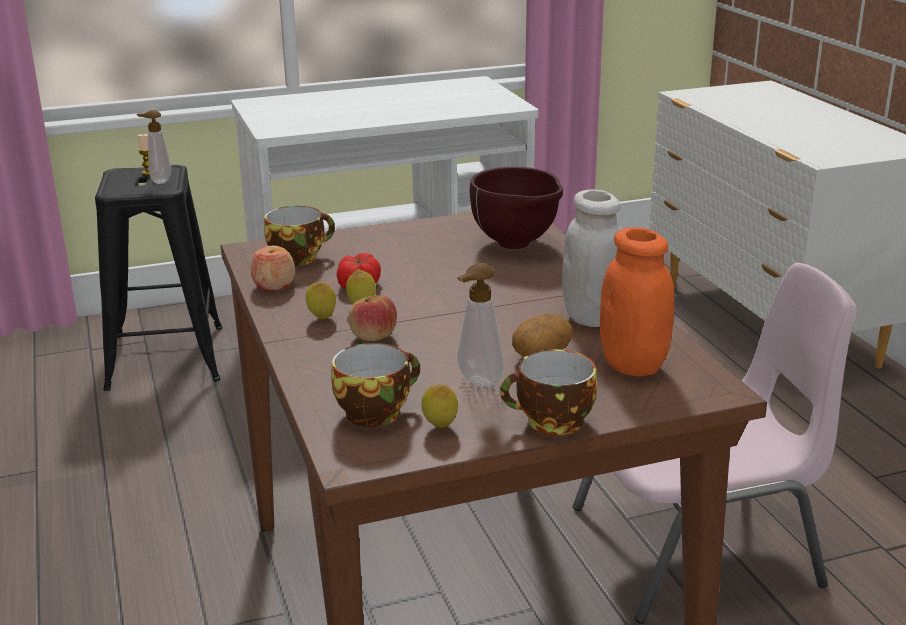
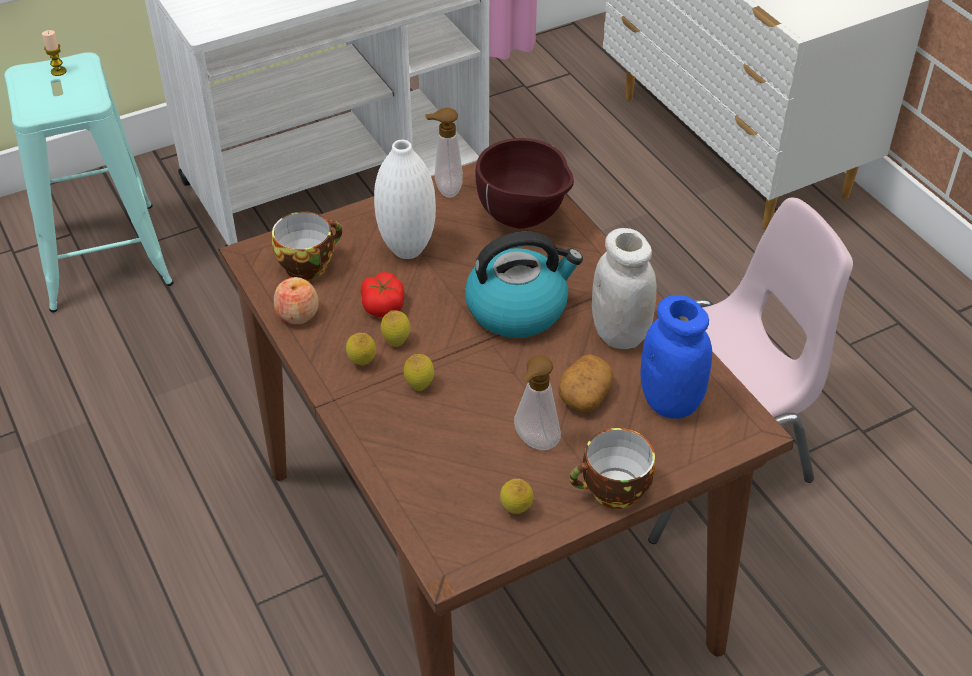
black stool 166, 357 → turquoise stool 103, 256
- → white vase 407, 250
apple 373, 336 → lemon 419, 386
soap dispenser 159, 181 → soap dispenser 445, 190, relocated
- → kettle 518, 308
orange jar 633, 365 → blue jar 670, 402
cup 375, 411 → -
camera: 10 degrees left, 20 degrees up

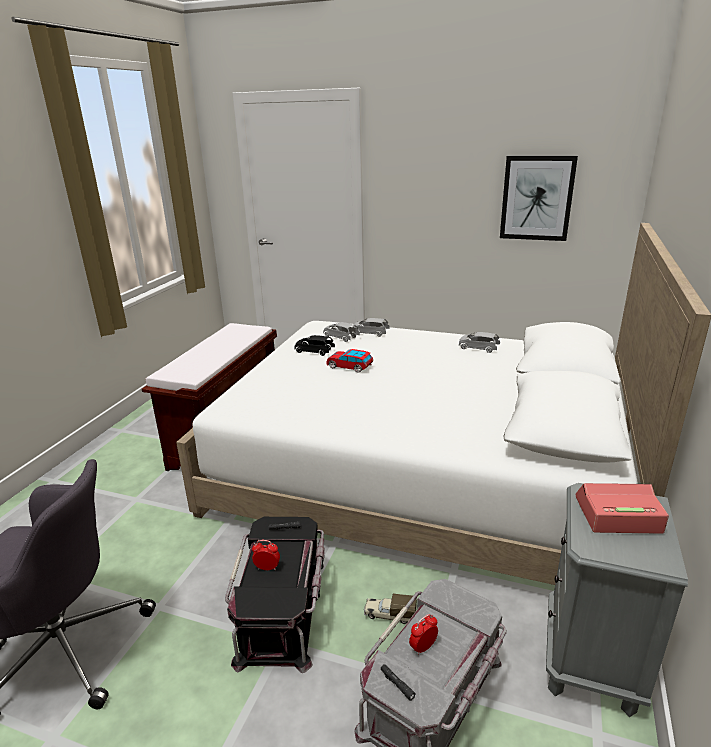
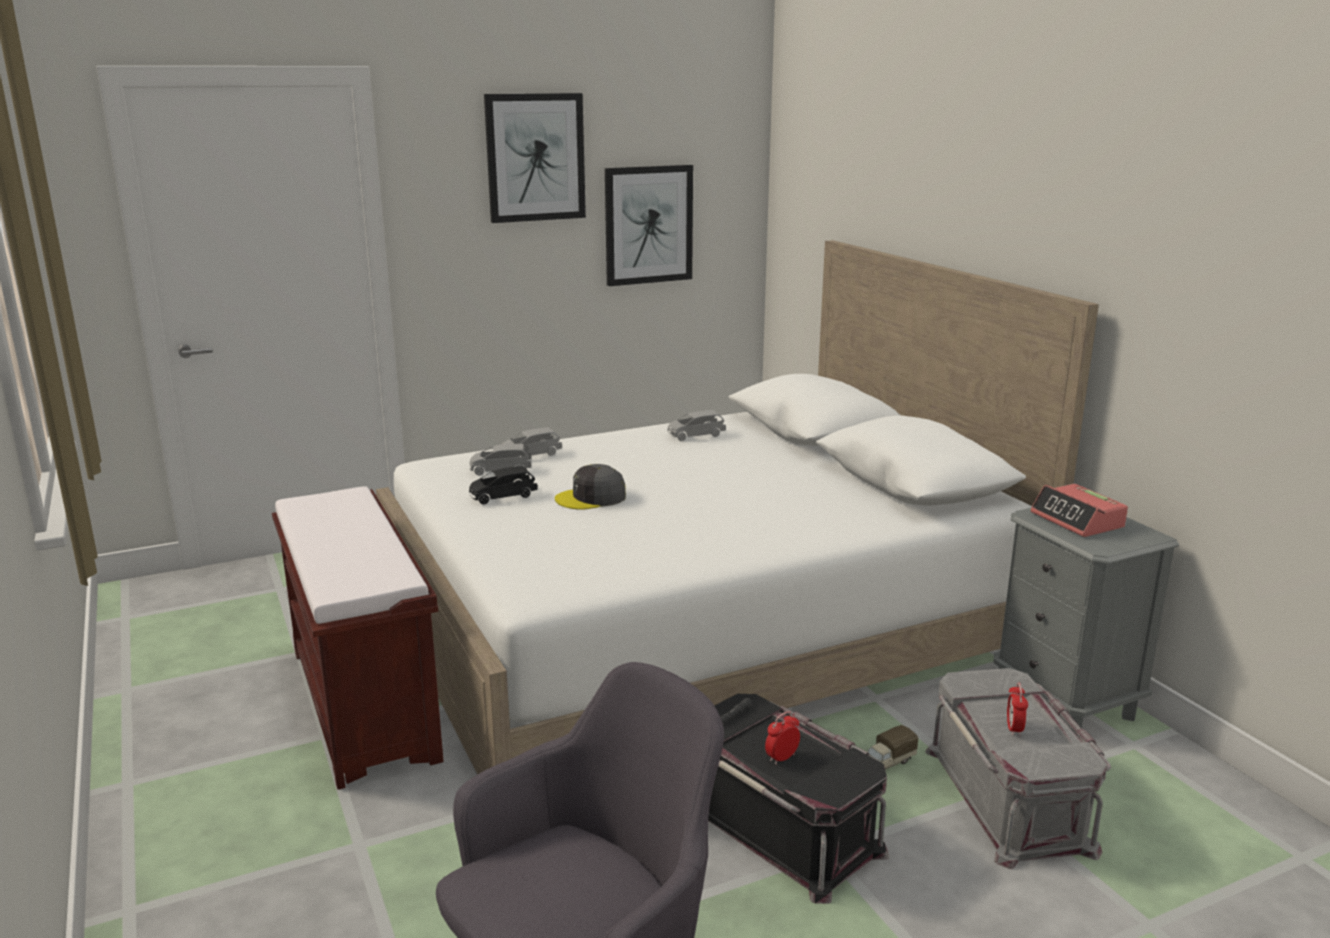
- → picture 535, 157
toy car 350, 367 → grey cap 591, 498
alarm clock 617, 515 → alarm clock 1077, 520, 75 degrees counterclockwise
black flashlight 397, 684 → -
camera: 45 degrees left, 5 degrees down

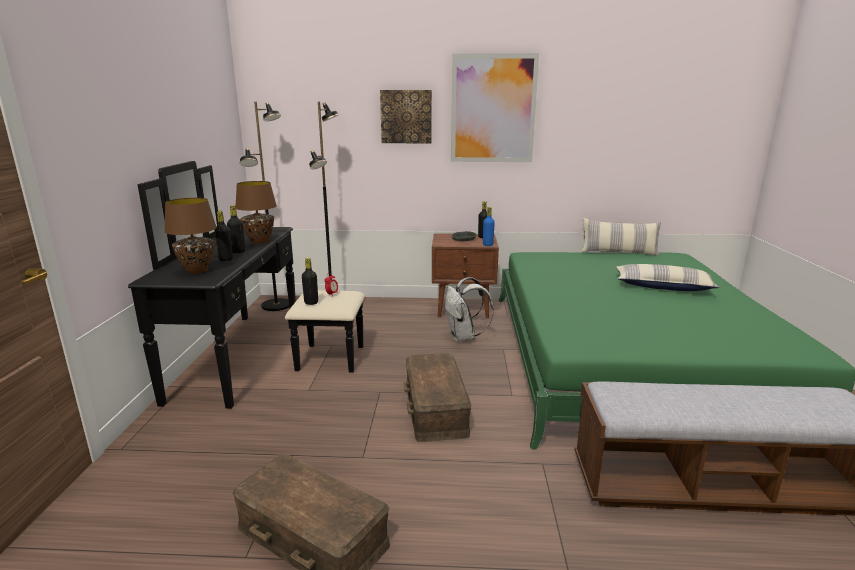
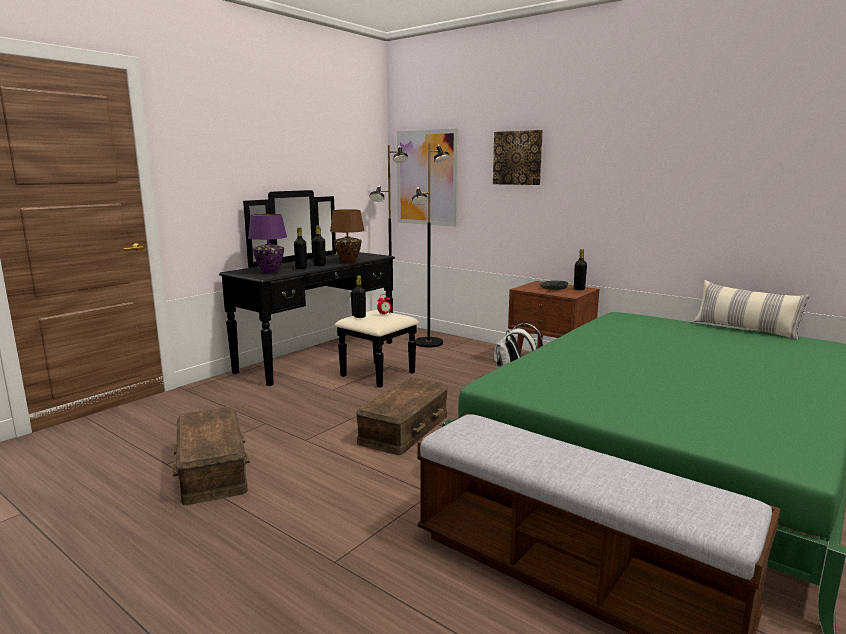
brown table lamp 196, 271 → purple table lamp 269, 271
picture 493, 109 → picture 427, 178, relocated
blue bottle 488, 245 → -
pillow 663, 286 → -
camera: 35 degrees right, 5 degrees down

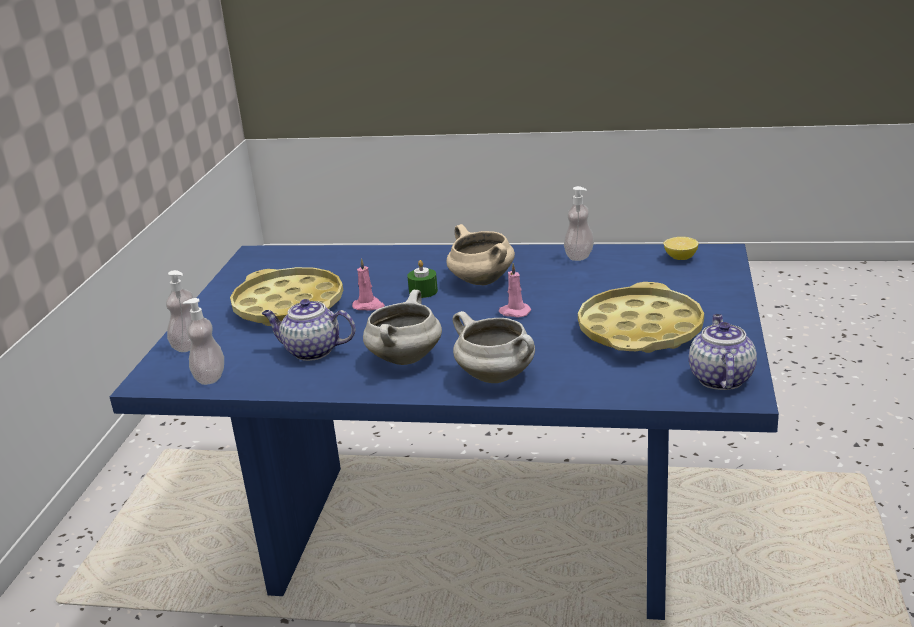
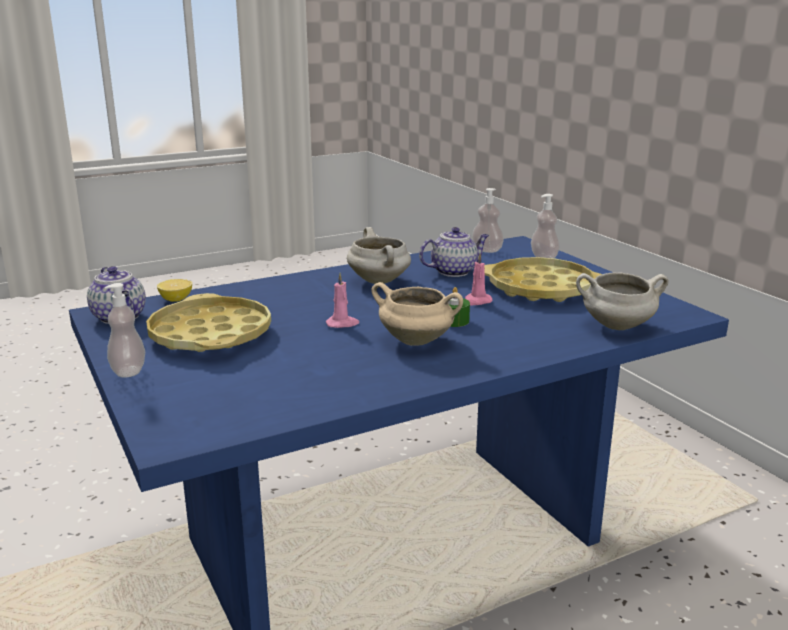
soap dispenser 579, 256 → soap dispenser 128, 371, relocated
lemon 680, 258 → lemon 176, 299, relocated
white cooking pot 497, 376 → white cooking pot 616, 326, relocated
camera: 140 degrees right, 5 degrees down

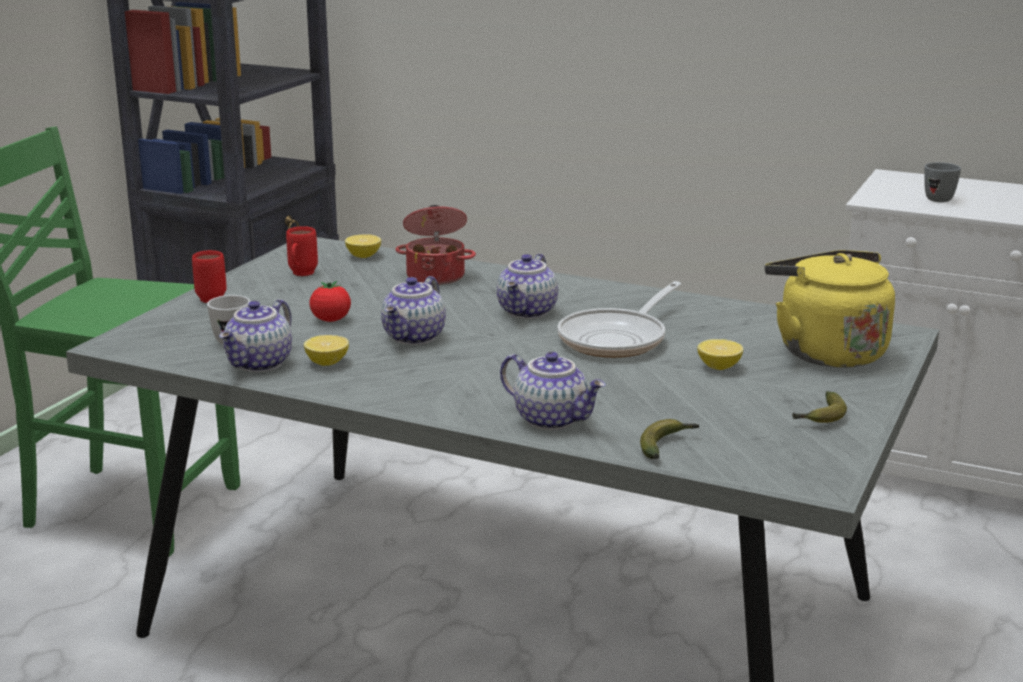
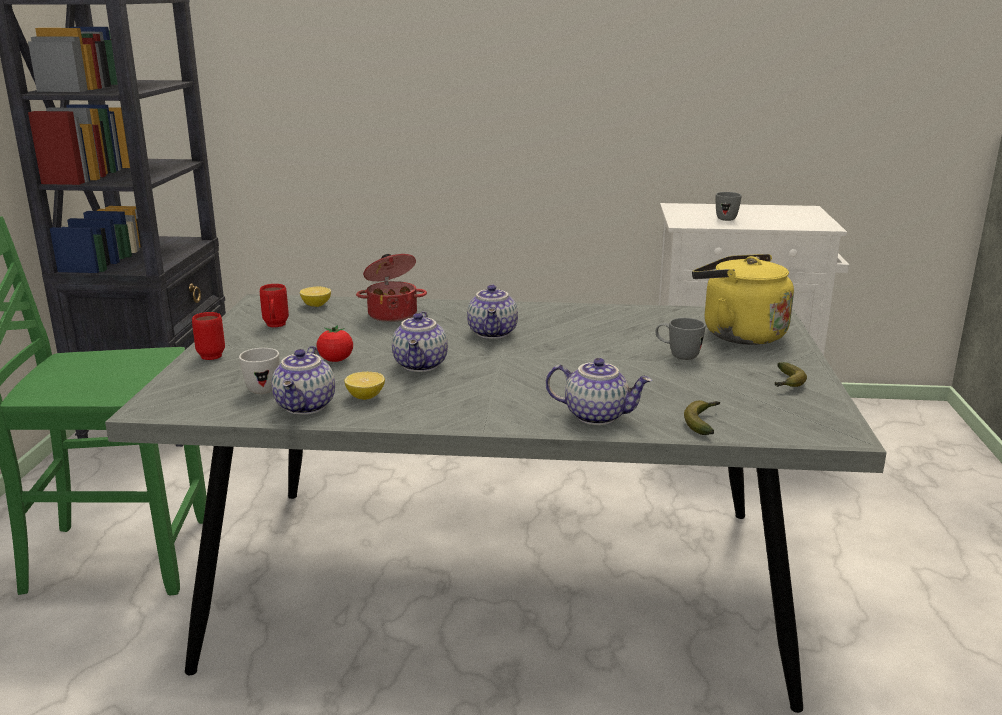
lemon 719, 367 → grey mug 677, 356
frying pan 617, 339 → -
camera: 20 degrees left, 0 degrees up

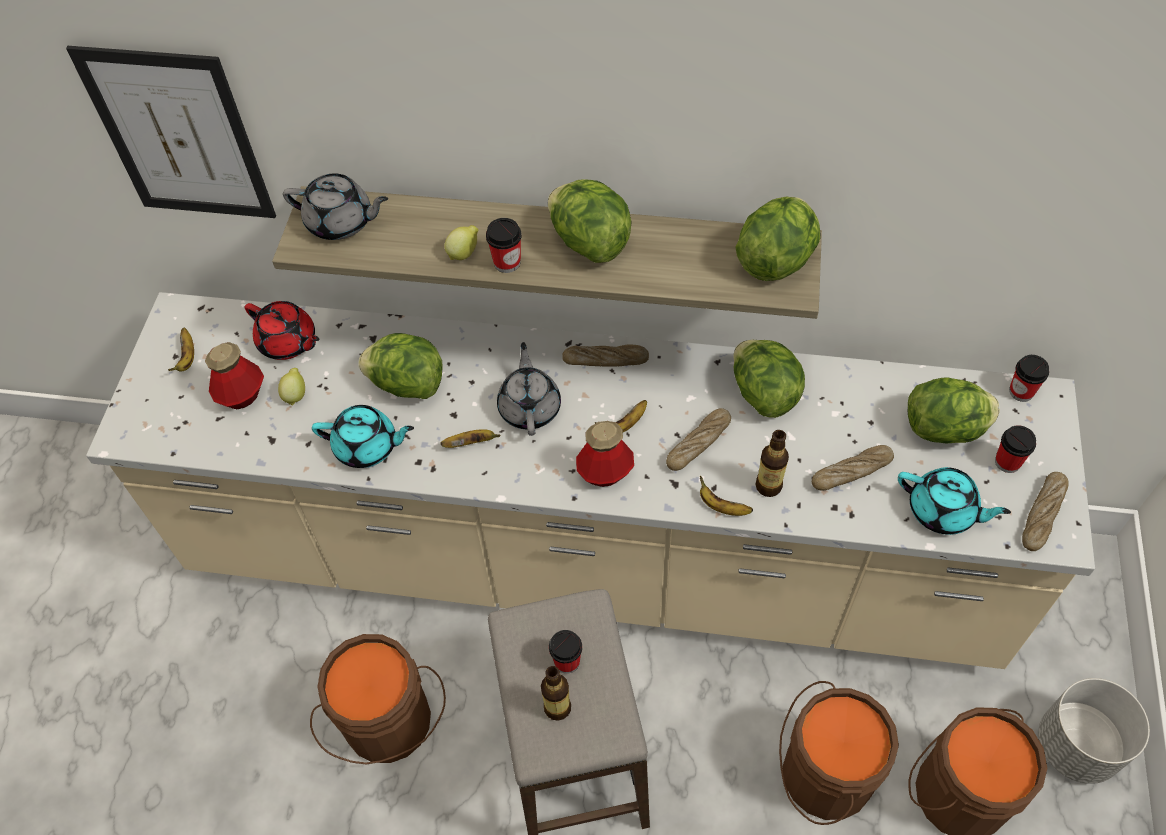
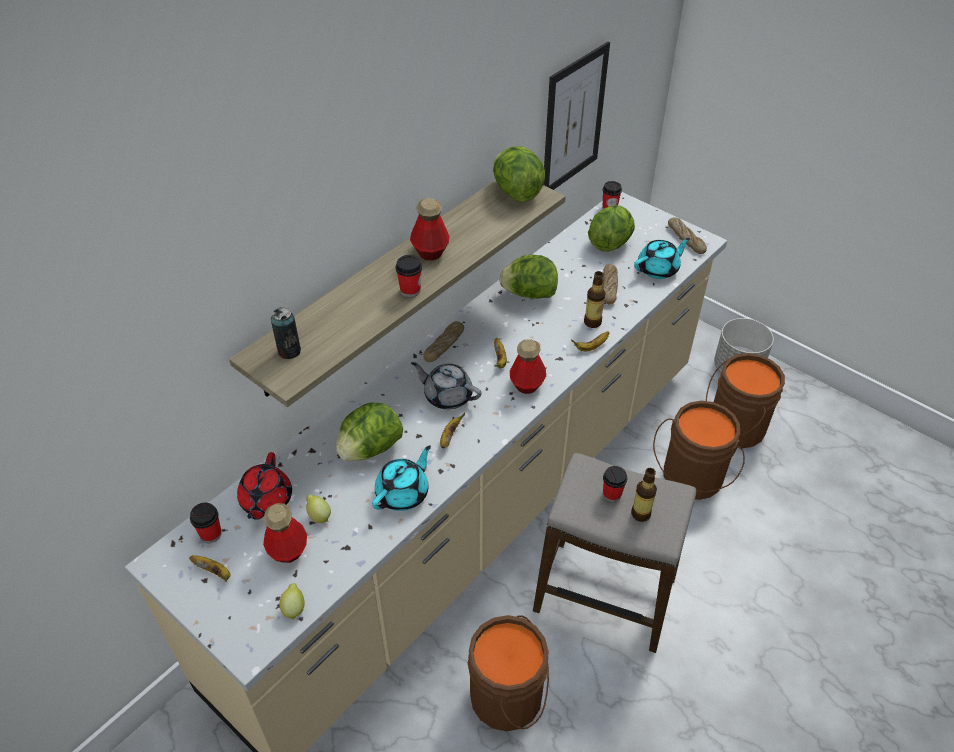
cup 1007, 462 → cup 211, 534, relocated
red teapot 288, 342 → red teapot 266, 500, 120 degrees clockwise
grey teapot 341, 222 → can 289, 351
lemon 464, 253 → lemon 294, 608, relocated
lettuce 589, 242 → bottle 430, 251
picture 179, 136 → picture 574, 120, relocated
bread 698, 443 → -
camera: 60 degrees left, 10 degrees down

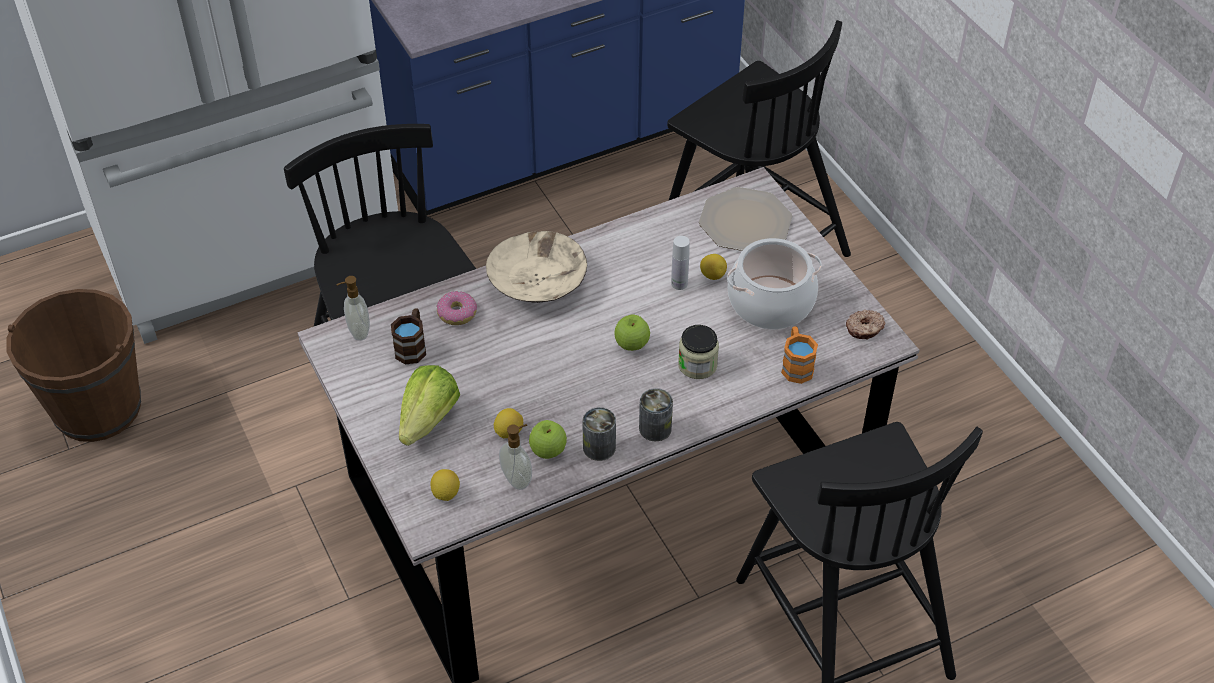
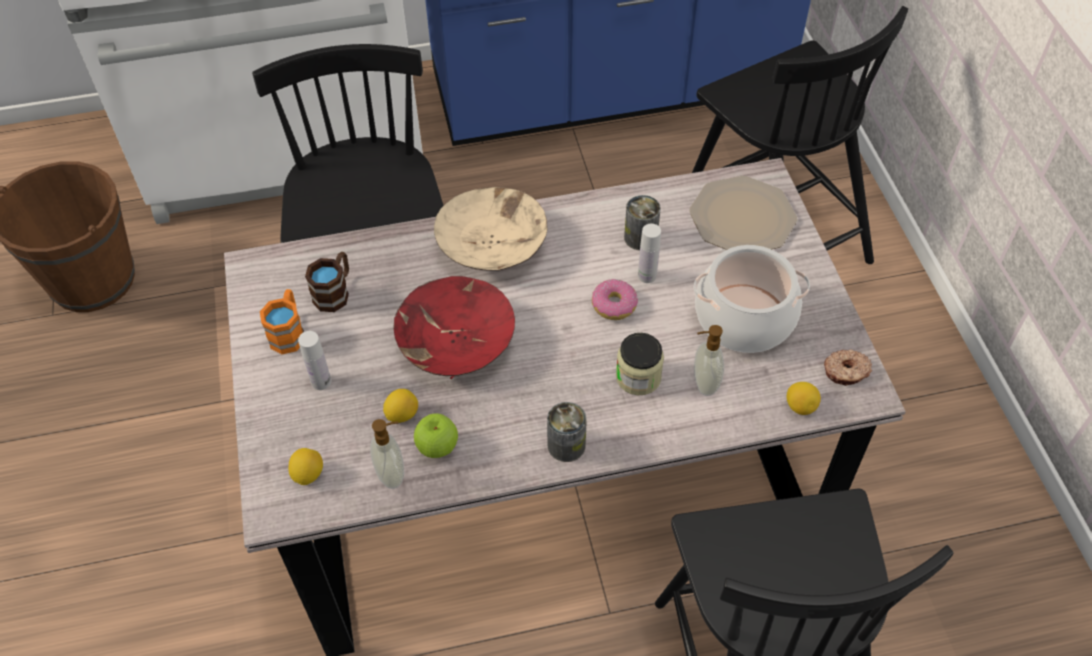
orange mug 796, 365 → orange mug 289, 332, relocated
lettuce 428, 420 → white bottle 321, 381
- → red bowl 456, 341
donut 457, 313 → donut 614, 305, relocated
can 599, 447 → can 640, 237, relocated
soap dispenser 358, 331 → soap dispenser 704, 383, relocated
lemon 712, 275 → lemon 800, 406, relocated
apple 632, 344 → -
camera: 15 degrees right, 5 degrees up

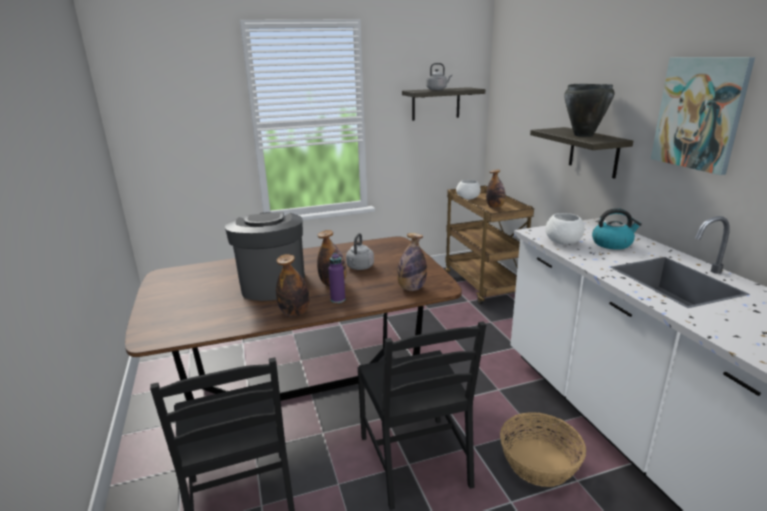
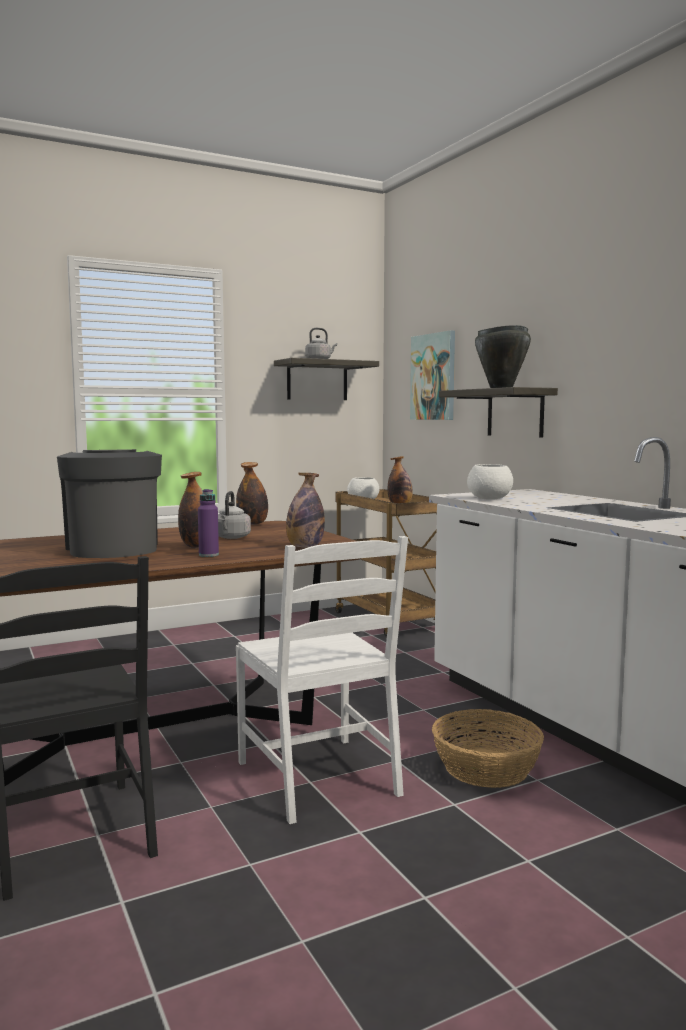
bottle 295, 313 → bottle 252, 524, relocated
black chair 416, 461 → white chair 320, 778
picture 699, 113 → picture 434, 377, relocated
kettle 612, 244 → -
camera: 10 degrees left, 15 degrees down

